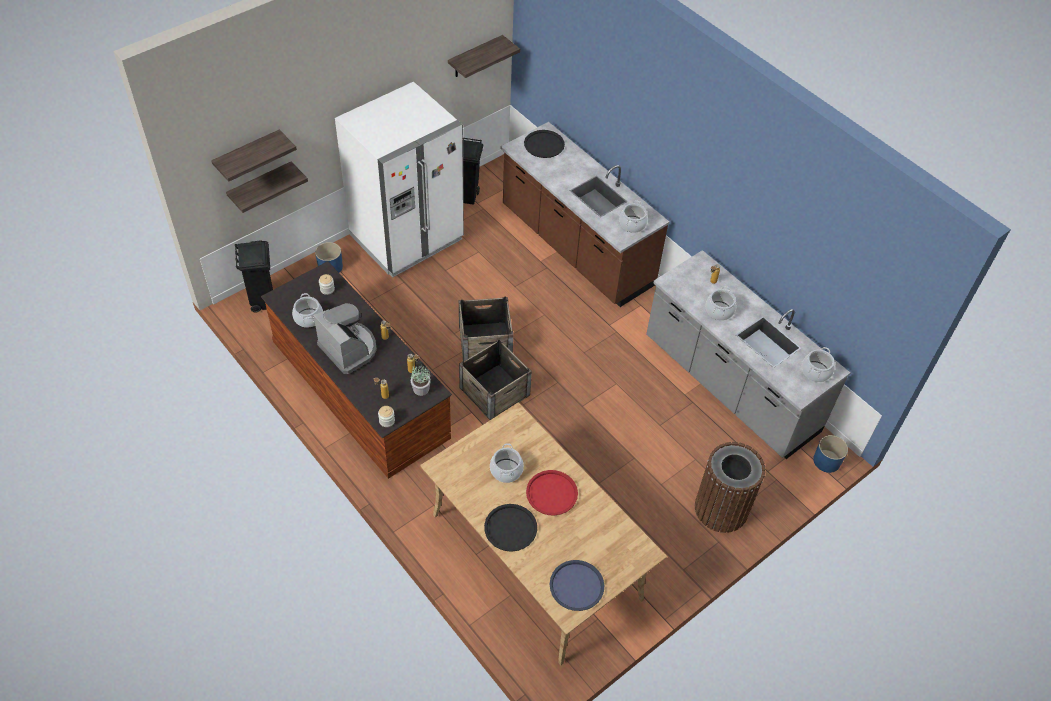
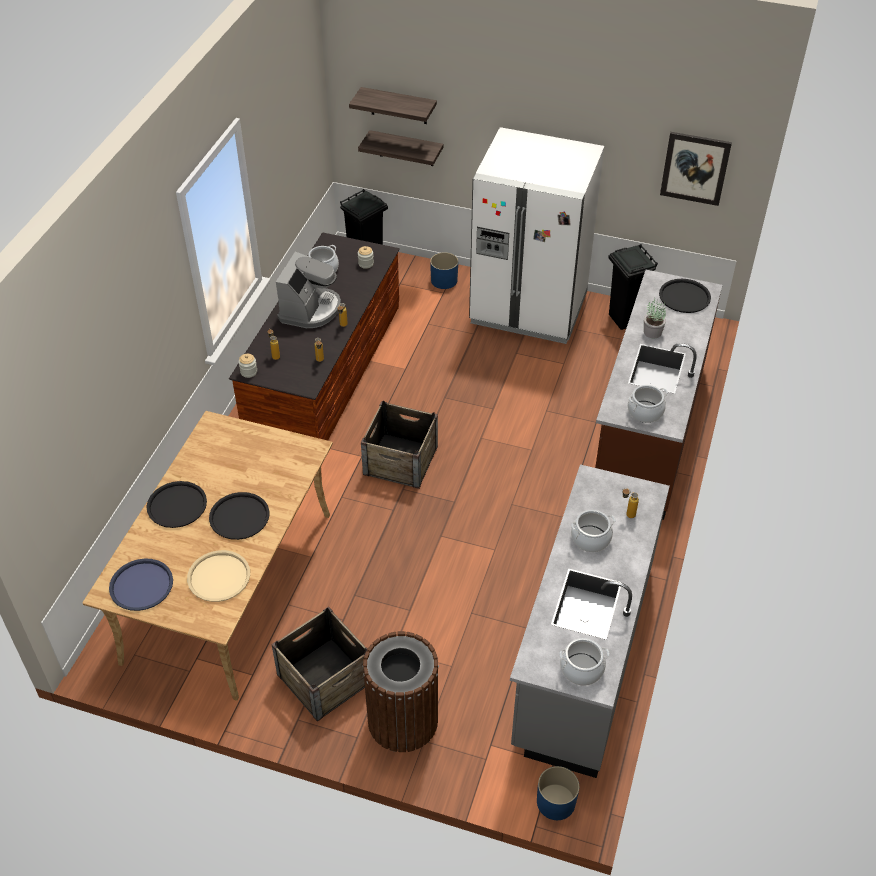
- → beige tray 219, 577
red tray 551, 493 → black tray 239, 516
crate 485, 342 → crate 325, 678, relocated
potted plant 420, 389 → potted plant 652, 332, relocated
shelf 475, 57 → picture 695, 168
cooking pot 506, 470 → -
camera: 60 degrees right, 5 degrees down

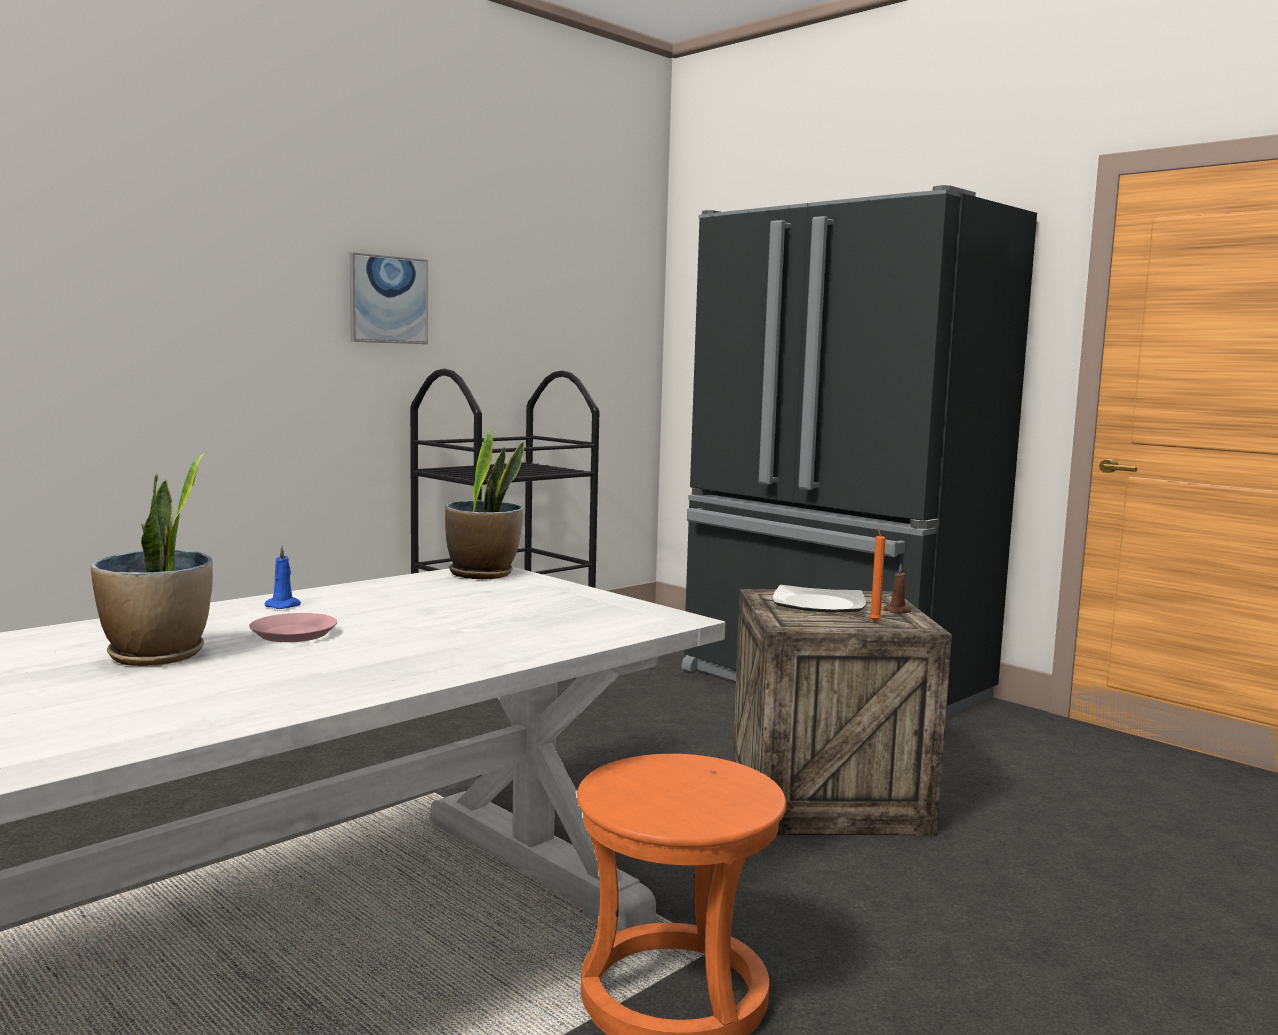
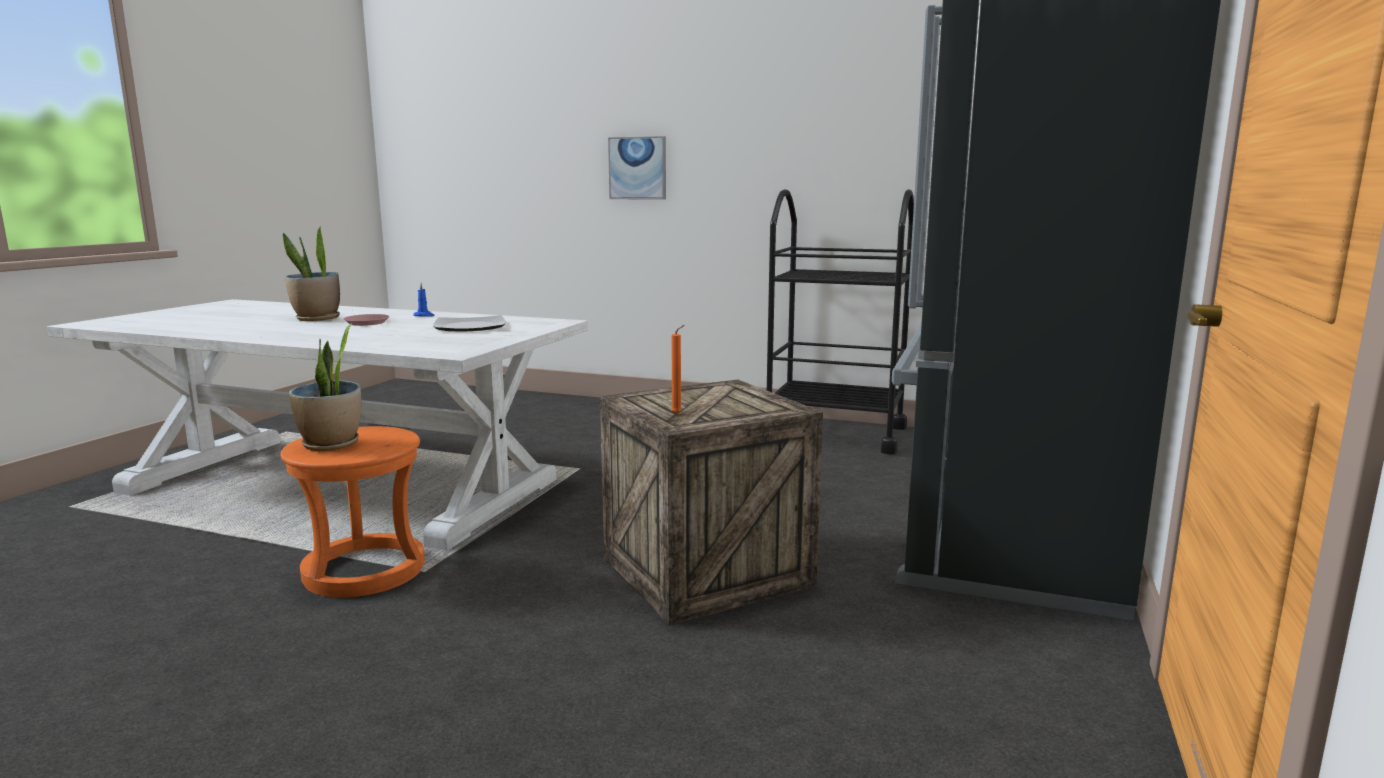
potted plant 483, 573 → potted plant 331, 444, relocated
plate 817, 604 → plate 469, 327, relocated
picture 388, 299 → picture 637, 168, relocated
brown candle 898, 611 → -
camera: 65 degrees right, 5 degrees up

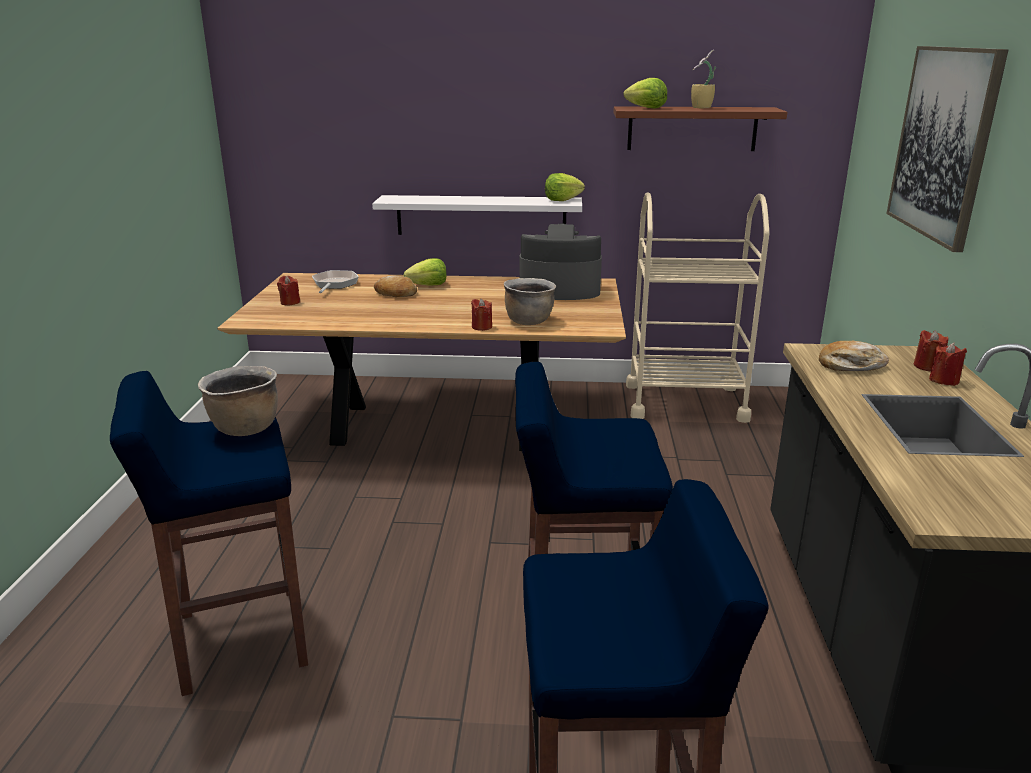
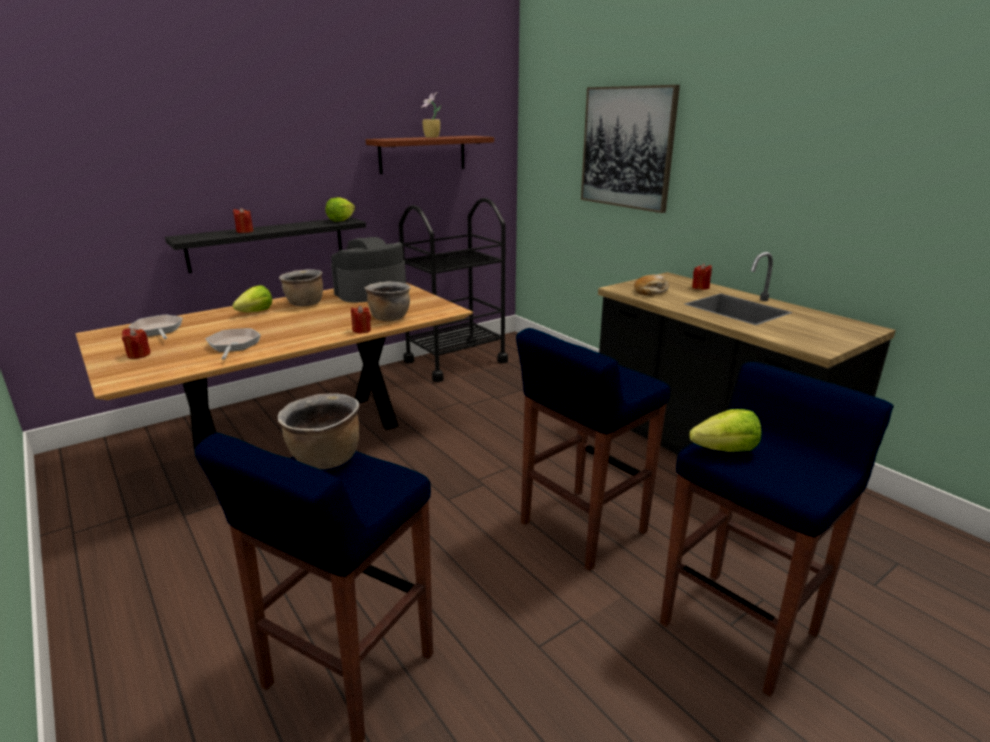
white shelf 481, 216 → black shelf 267, 244
- → frying pan 233, 346
red candle 927, 366 → red candle 245, 231, relocated
- → brown cooking pot 305, 304
beige cart 685, 402 → black cart 455, 361
lettuce 646, 108 → lettuce 725, 450, relocated
bread 395, 294 → -
camera: 40 degrees left, 0 degrees up

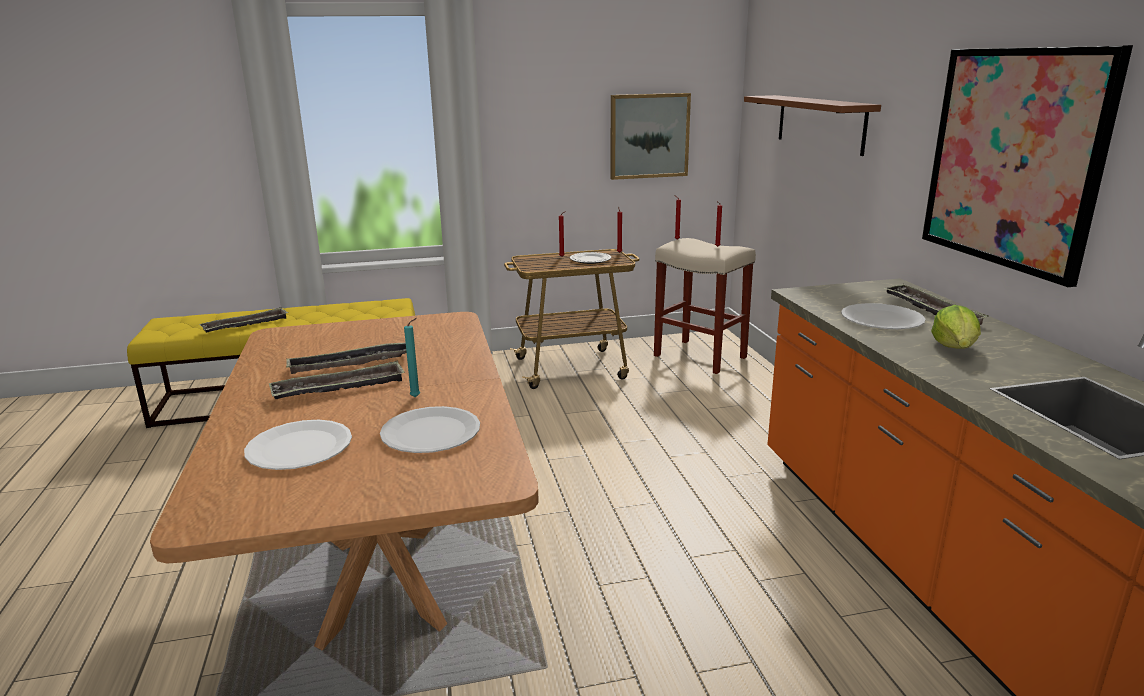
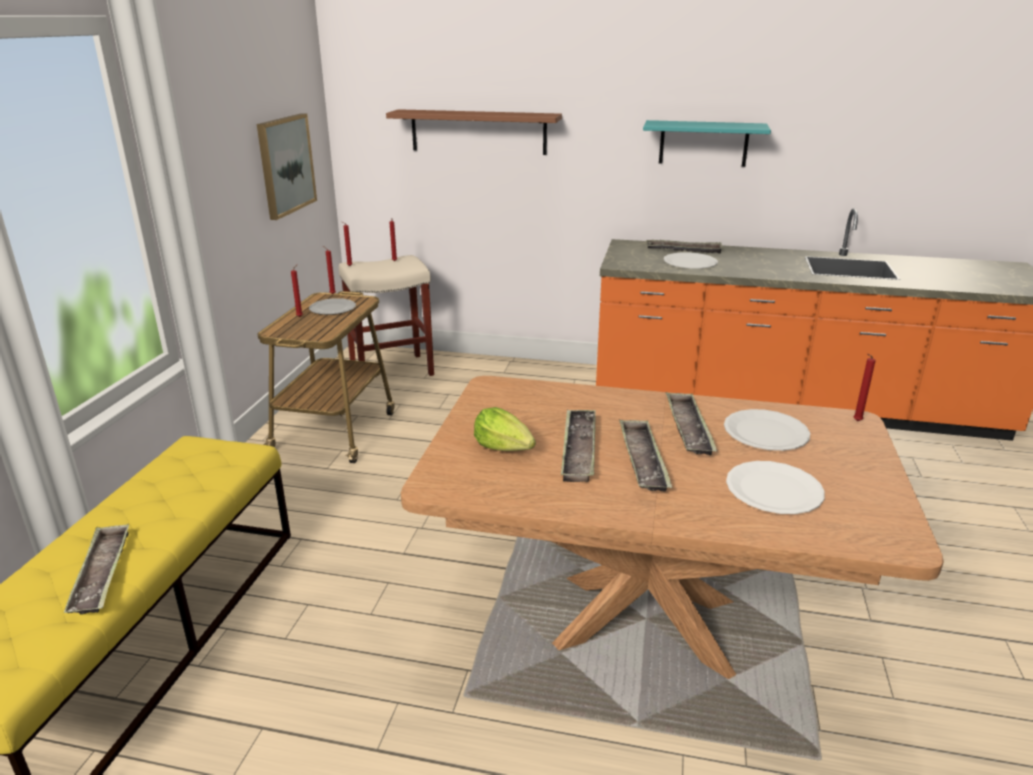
lettuce 955, 348 → lettuce 504, 447, relocated
picture 1013, 158 → turquoise shelf 703, 143
turquoise candle 417, 397 → tray 688, 428
- → red candle 856, 421
camera: 65 degrees left, 5 degrees up

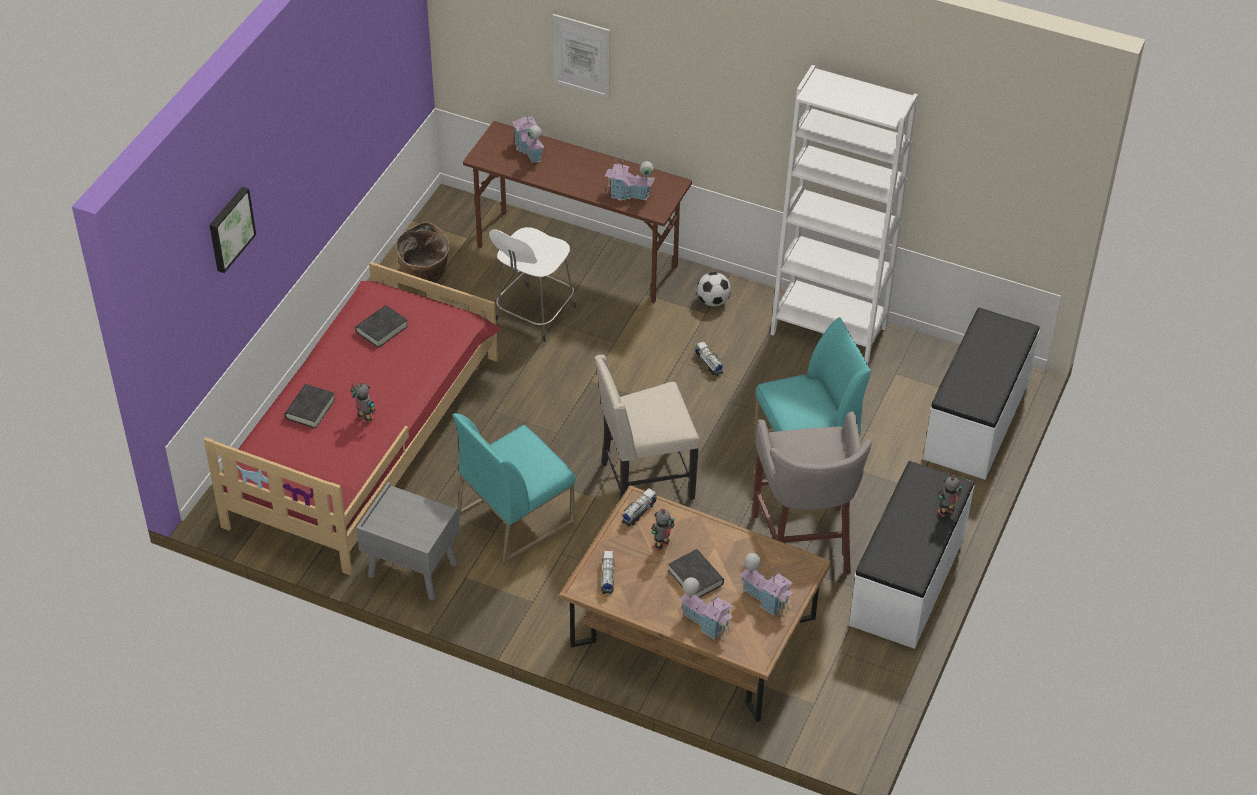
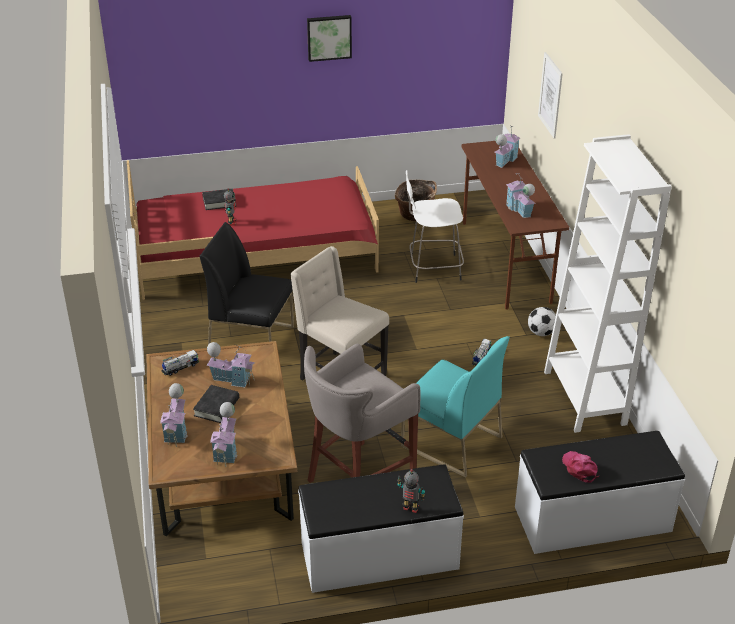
turquoise chair 516, 516 → black chair 252, 339
toy robot 661, 546 → toy house 232, 379
picture 229, 228 → picture 329, 37, relocated
- → pink cap 580, 468
black book 382, 329 → -
grey nightstand 411, 570 → -
toy truck 638, 512 → -
camera: 55 degrees right, 10 degrees down

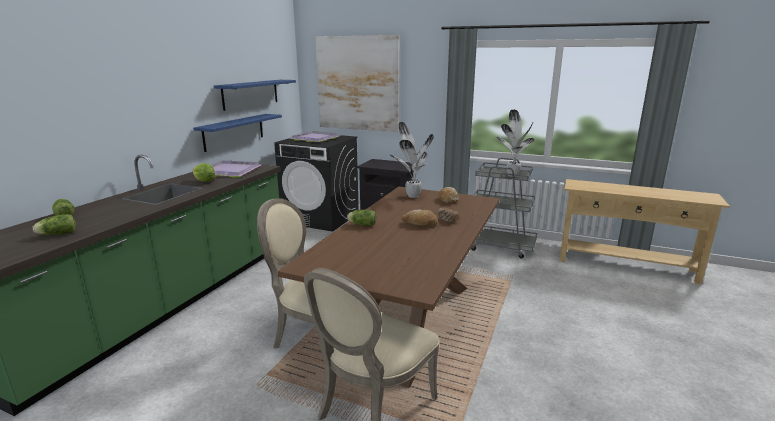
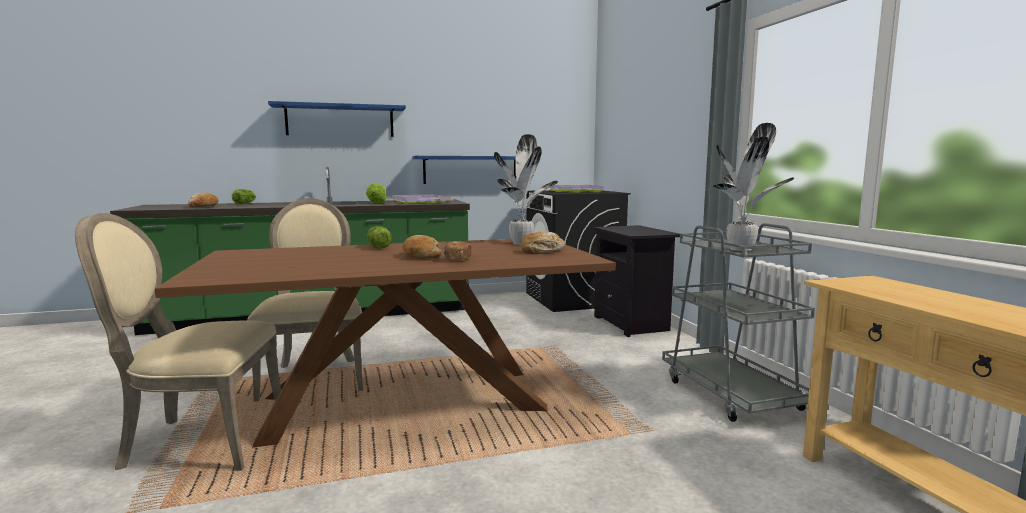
lettuce 56, 234 → bread 203, 206
blue shelf 250, 94 → blue shelf 340, 121, relocated
picture 357, 83 → -
camera: 50 degrees right, 10 degrees down

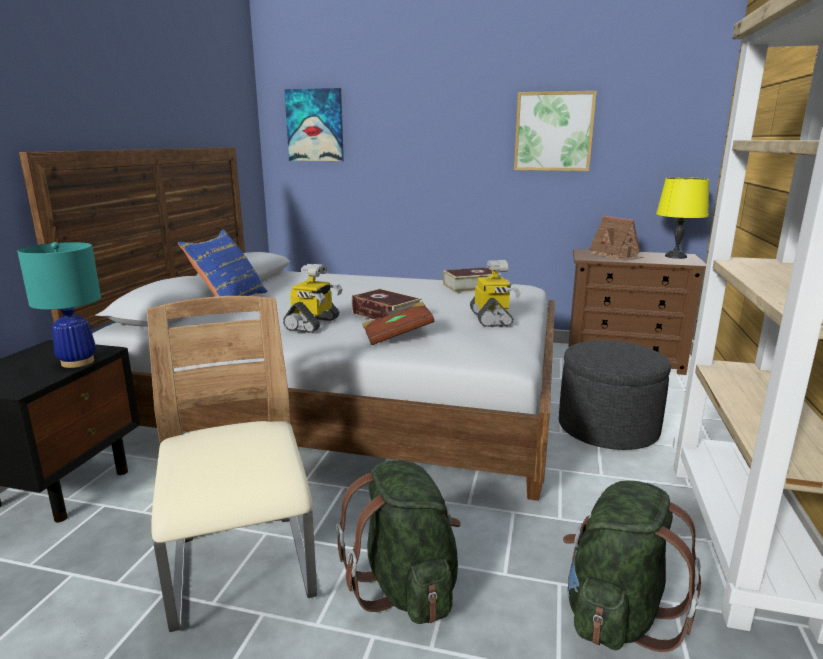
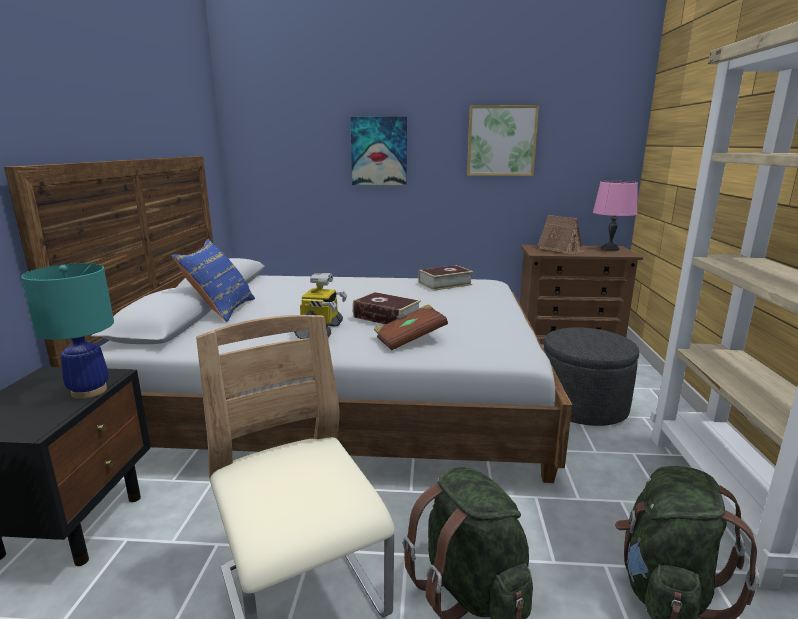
picture 315, 125 → picture 379, 151, relocated
yellow table lamp 675, 256 → pink table lamp 609, 249
toy robot 491, 319 → -
camera: 10 degrees left, 0 degrees up

